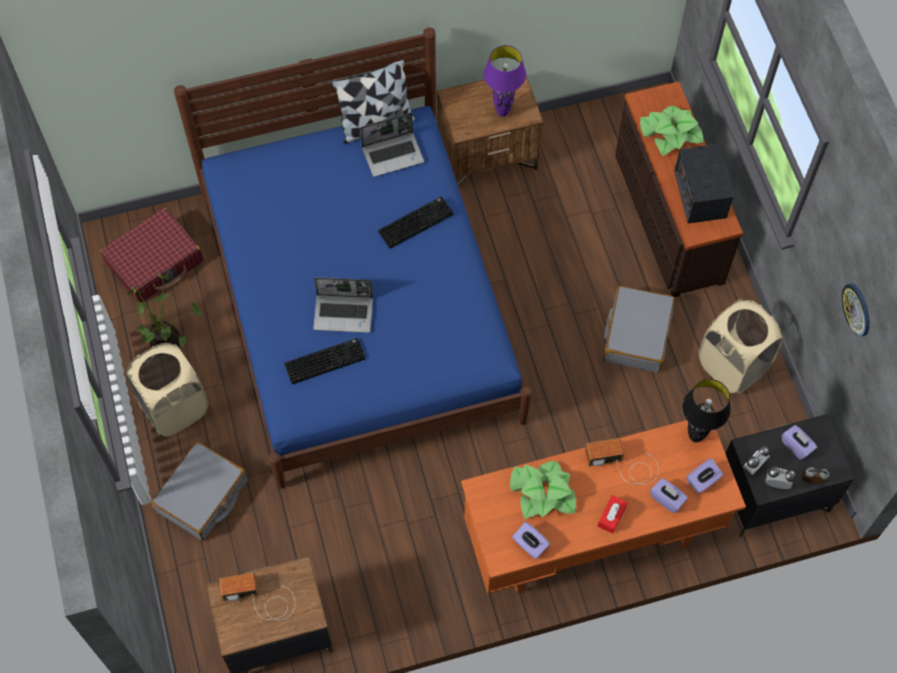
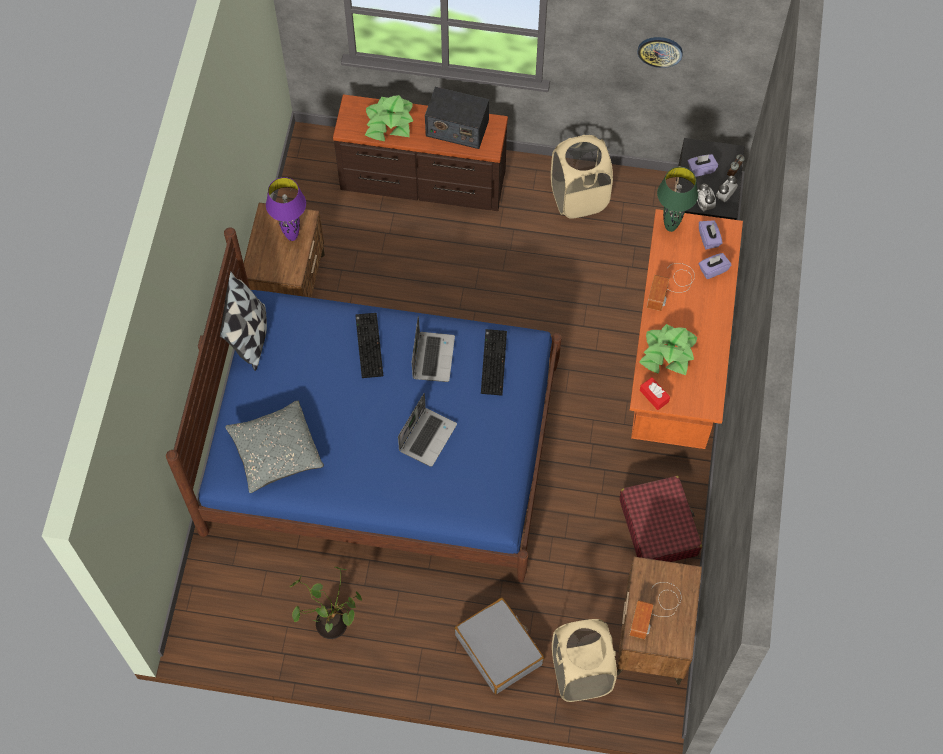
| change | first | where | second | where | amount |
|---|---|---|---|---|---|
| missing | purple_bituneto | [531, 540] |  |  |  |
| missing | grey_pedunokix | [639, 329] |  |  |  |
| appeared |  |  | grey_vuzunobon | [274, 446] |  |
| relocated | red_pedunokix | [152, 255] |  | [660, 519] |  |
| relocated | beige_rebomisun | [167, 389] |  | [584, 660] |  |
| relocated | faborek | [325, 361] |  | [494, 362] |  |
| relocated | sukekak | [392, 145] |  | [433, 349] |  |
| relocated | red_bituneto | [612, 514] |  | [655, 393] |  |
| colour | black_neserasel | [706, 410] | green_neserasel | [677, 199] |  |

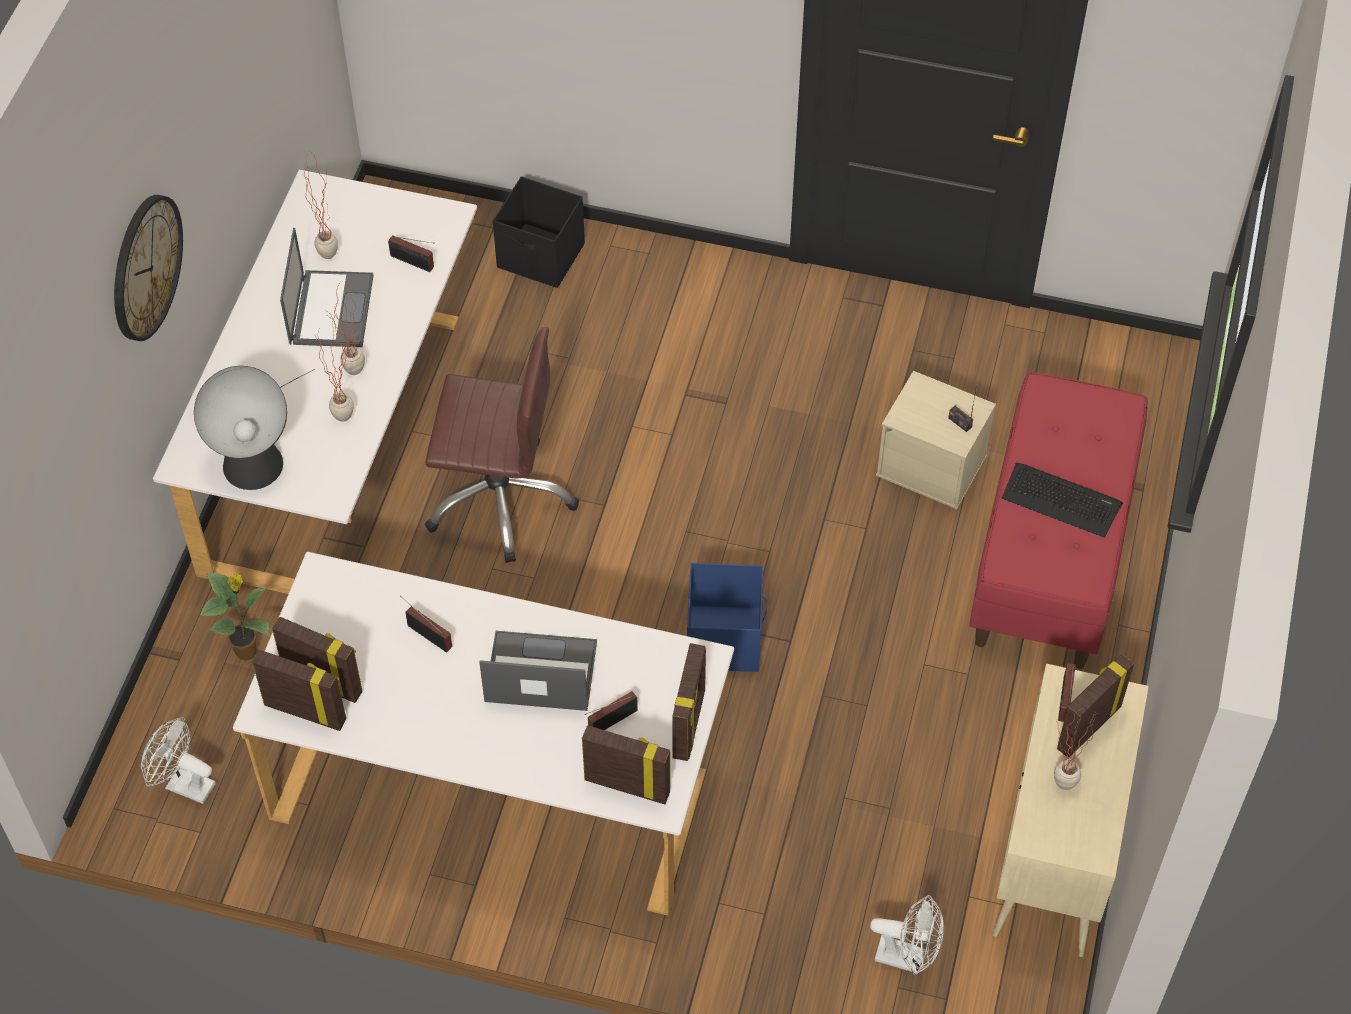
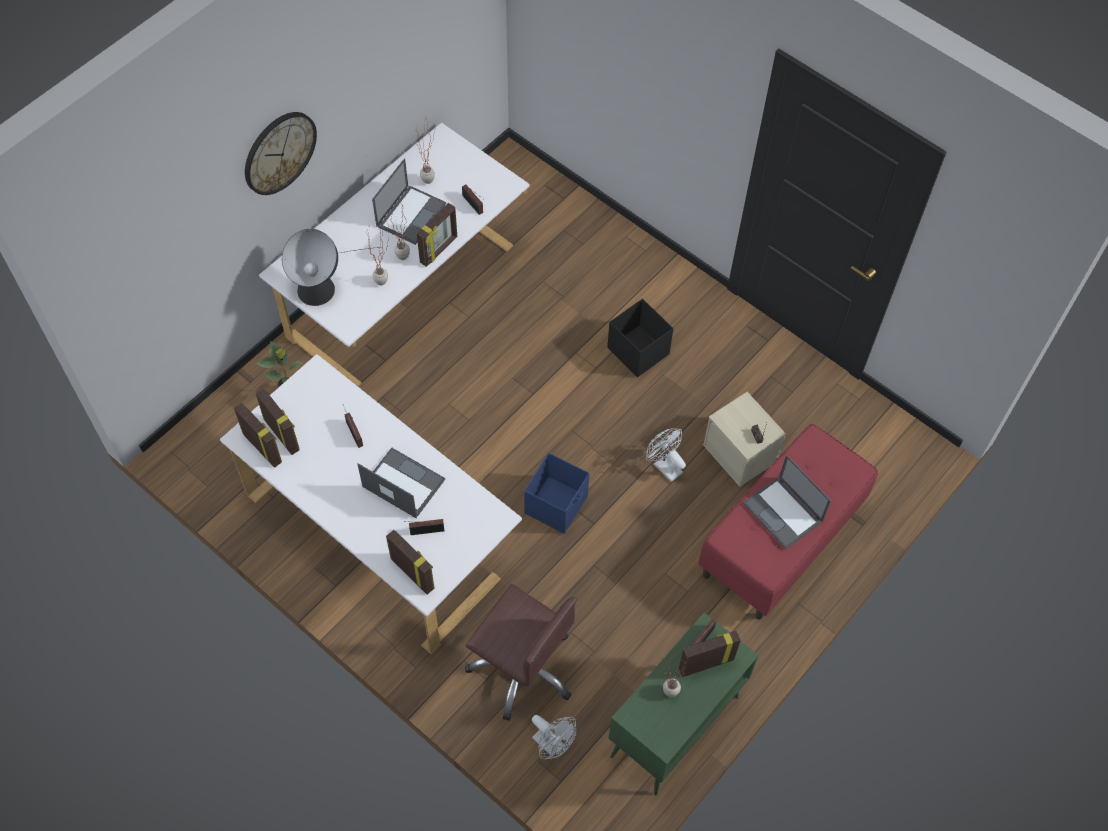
| change | first | where | second | where | amount |
|---|---|---|---|---|---|
| relocated | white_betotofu | [178, 760] |  | [666, 455] |  |
| relocated | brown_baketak | [502, 445] |  | [521, 652] |  |
| relocated | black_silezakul | [539, 232] |  | [640, 338] |  |
| relocated | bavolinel | [689, 702] |  | [437, 235] |  |
| exchanged | faborek | [1062, 500] | sukekak | [787, 502] |  |
| colour | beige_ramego | [1070, 810] | green_ramego | [684, 704] |  |

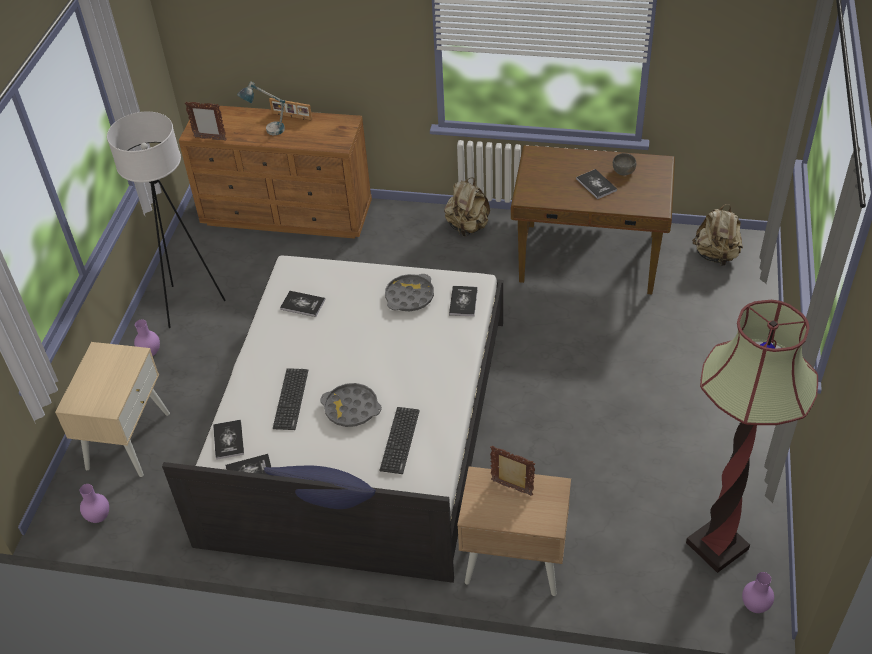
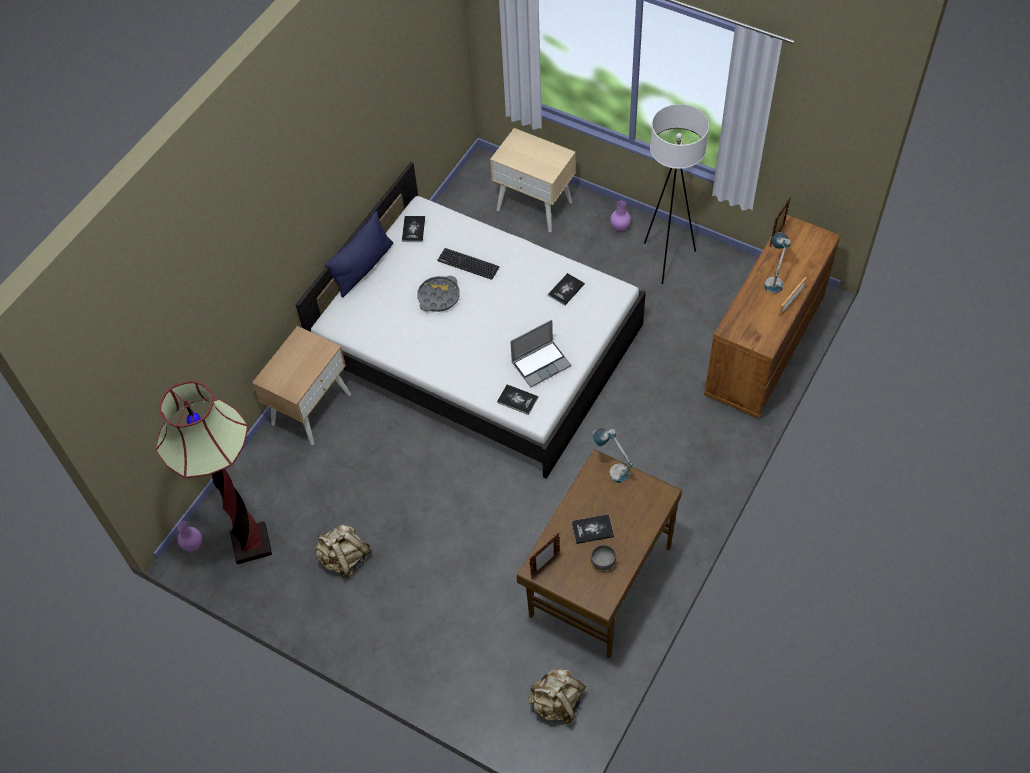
| change | first | where | second | where | amount |
|---|---|---|---|---|---|
| missing | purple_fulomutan | [94, 503] |  |  |  |
| missing | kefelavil | [228, 440] |  |  |  |
| missing | faborek | [400, 440] |  |  |  |
| appeared |  |  | neserasel | [613, 455] |  |
| relocated | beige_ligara | [467, 207] |  | [343, 551] |  |
| relocated | bavolinel | [512, 470] |  | [544, 556] |  |
| exchanged | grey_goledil | [409, 292] | sukekak | [540, 354] |  |

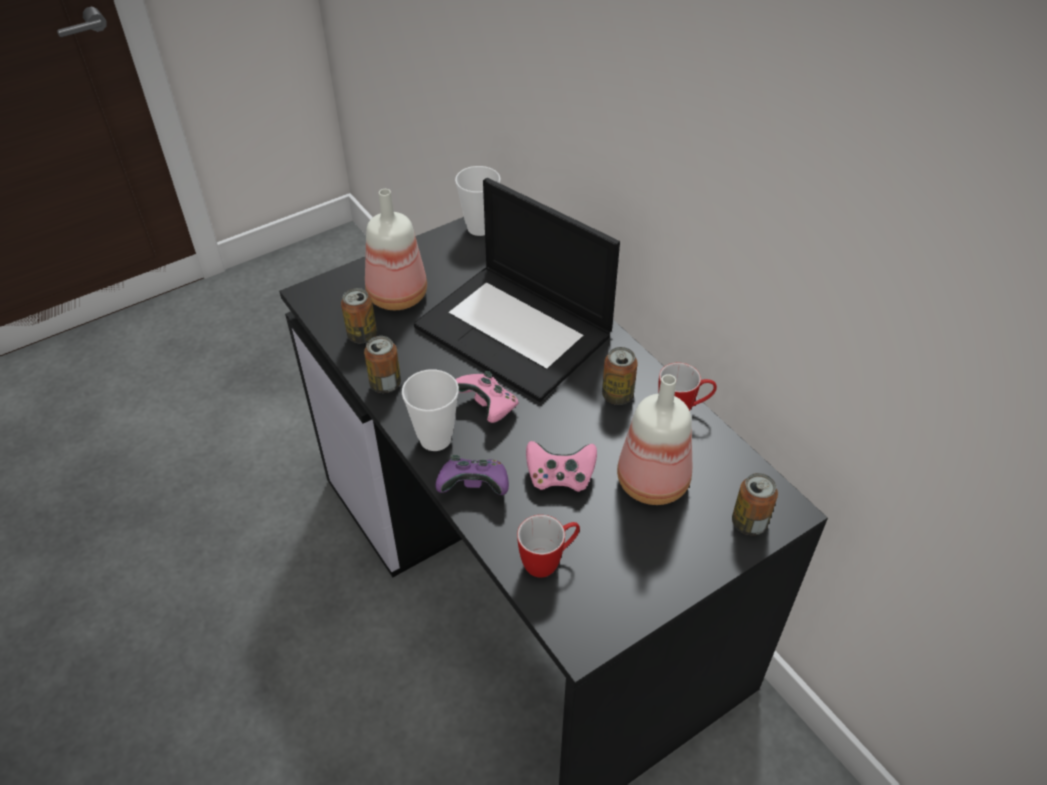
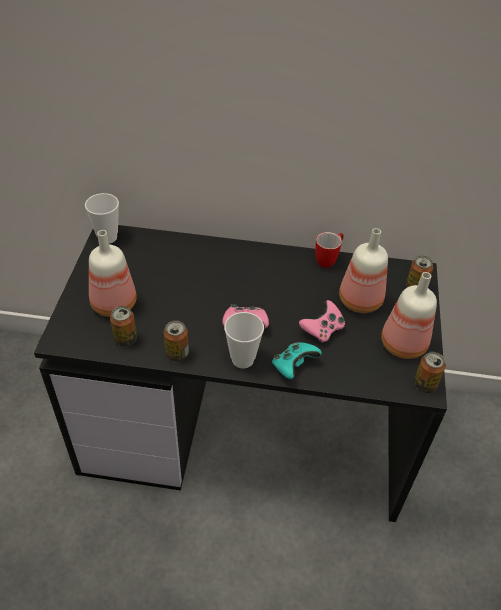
| change | first | where | second | where | amount |
|---|---|---|---|---|---|
| missing | sukekak | [517, 290] |  |  |  |
| missing | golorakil | [548, 546] |  |  |  |
| appeared |  |  | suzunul | [409, 315] |  |
| relocated | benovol | [620, 376] |  | [430, 372] |  |
| colour | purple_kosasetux | [472, 475] | turquoise_kosasetux | [297, 360] |  |

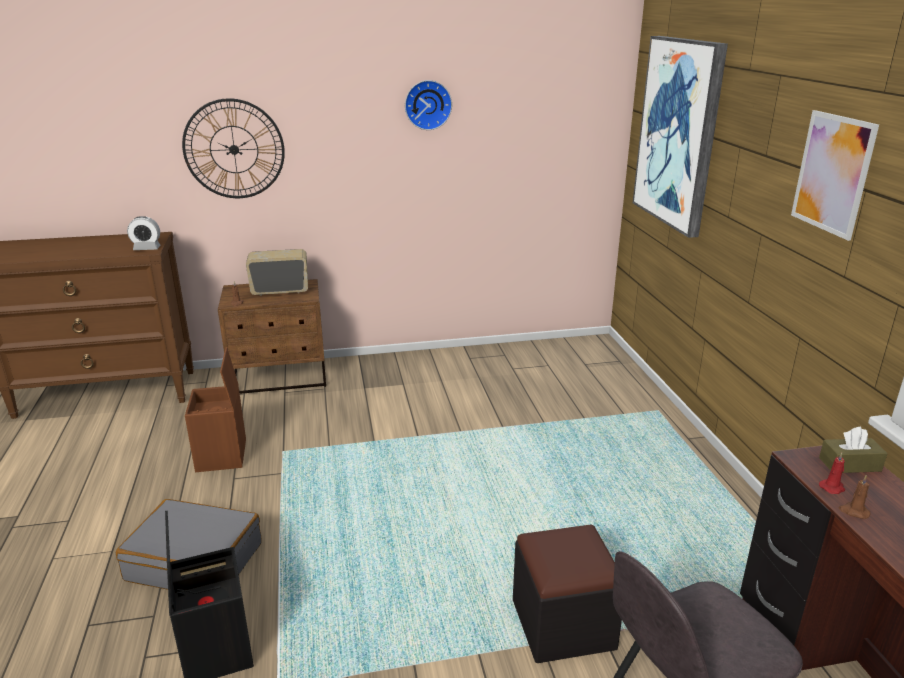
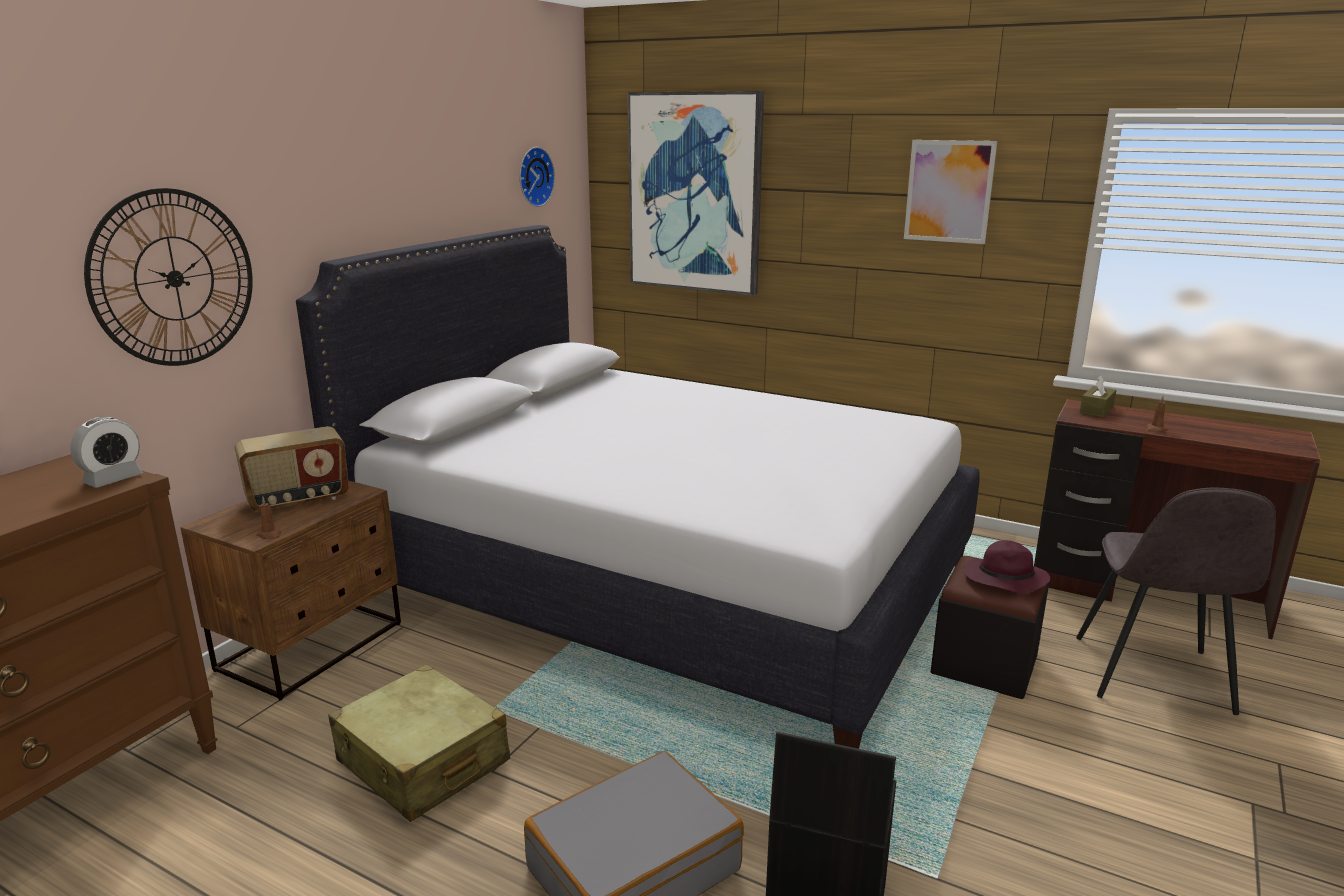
| change | first | where | second | where | amount |
|---|---|---|---|---|---|
| missing | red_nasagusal | [832, 473] |  |  |  |
| appeared |  |  | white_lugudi | [638, 487] |  |
| appeared |  |  | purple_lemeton | [1006, 567] |  |
| relocated | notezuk | [428, 105] |  | [537, 177] |  |
| exchanged | brown_silezakul | [215, 409] | beige_pedunokix | [419, 743] |  |
| spun | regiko | [277, 272] |  | [292, 468] | 150 degrees counterclockwise |

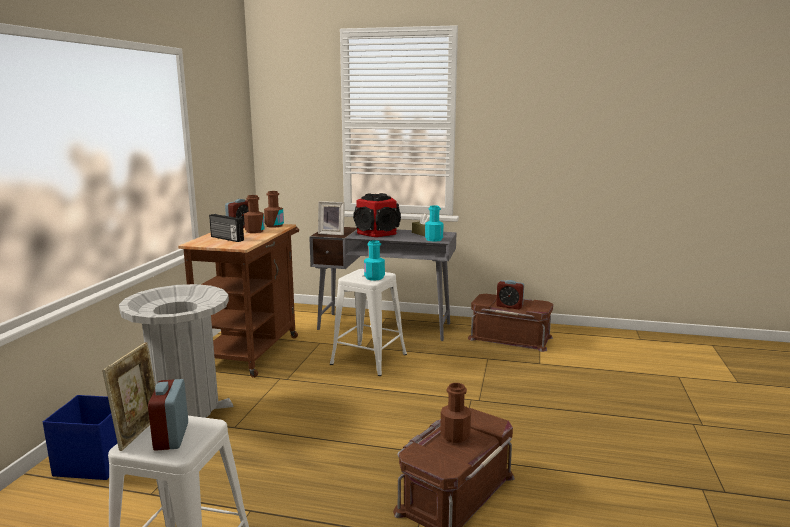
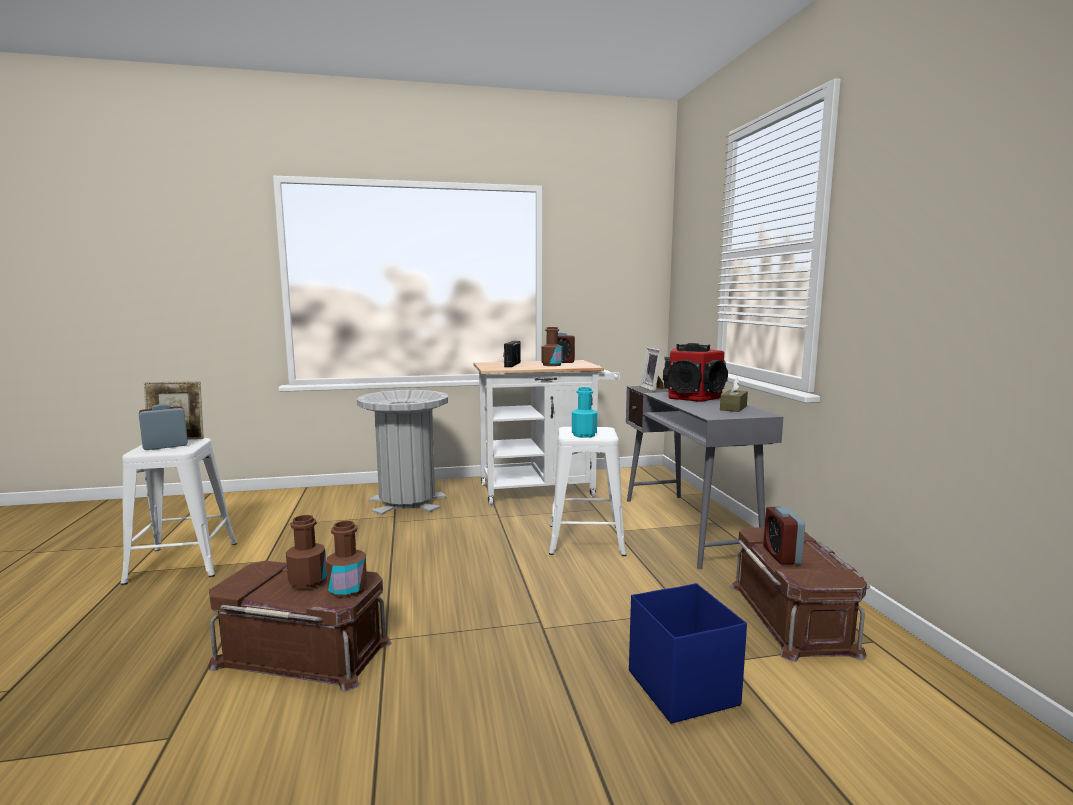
| change | first | where | second | where | amount |
|---|---|---|---|---|---|
| missing | turquoise_suzunul | [434, 223] |  |  |  |
| relocated | blue_silezakul | [80, 437] |  | [688, 653] |  |
| relocated | brown_suzunul | [274, 209] |  | [346, 559] |  |
| colour | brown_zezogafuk | [238, 300] | white_zezogafuk | [547, 432] |  |

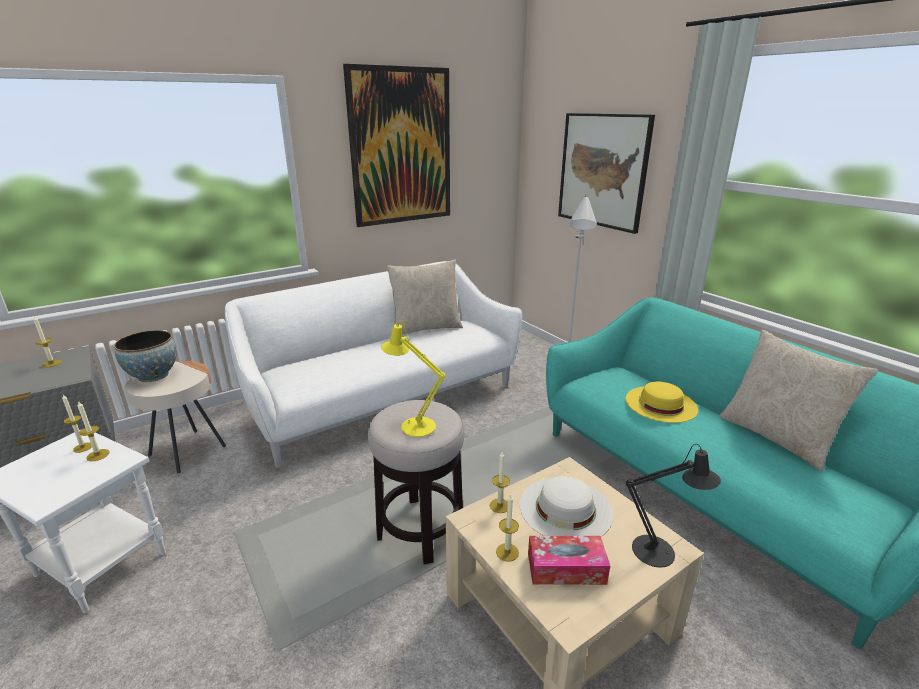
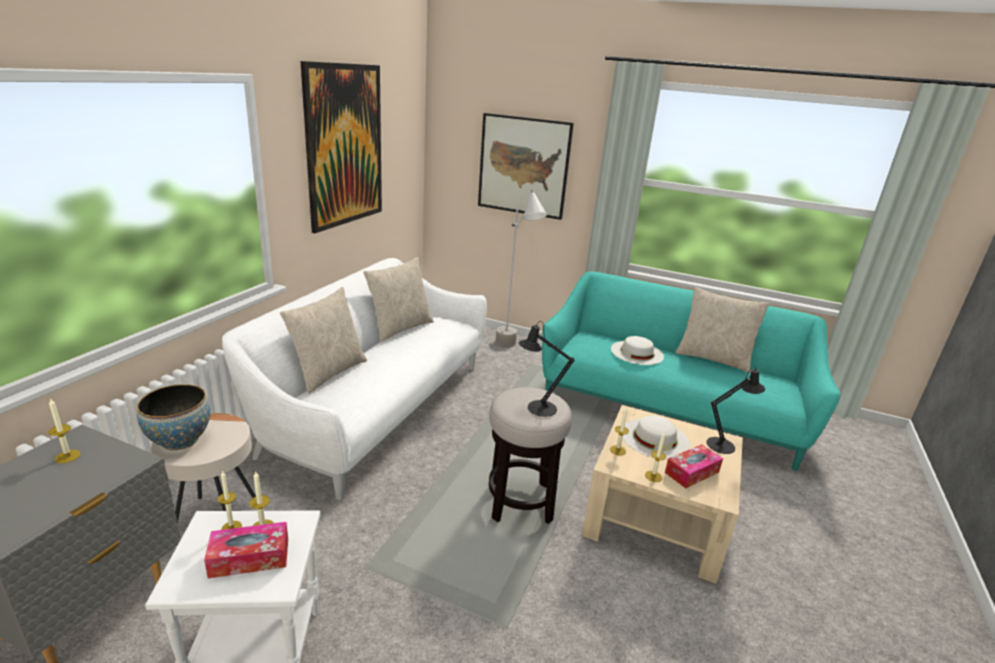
| change | first | where | second | where | amount |
|---|---|---|---|---|---|
| appeared |  |  | bituneto | [246, 550] |  |
| appeared |  |  | beige_vuzunobon | [323, 340] |  |
| colour | yellow_neserasel | [413, 378] | black_neserasel | [547, 369] |  |
| colour | yellow_lemeton | [661, 402] | white_lemeton | [637, 350] |  |

